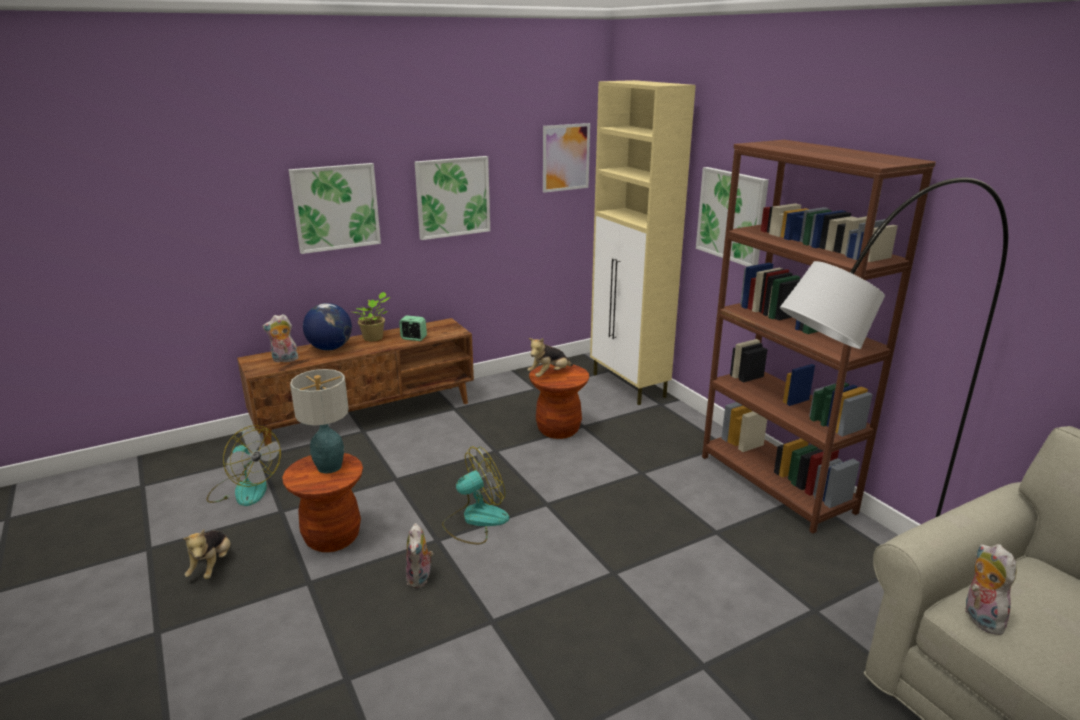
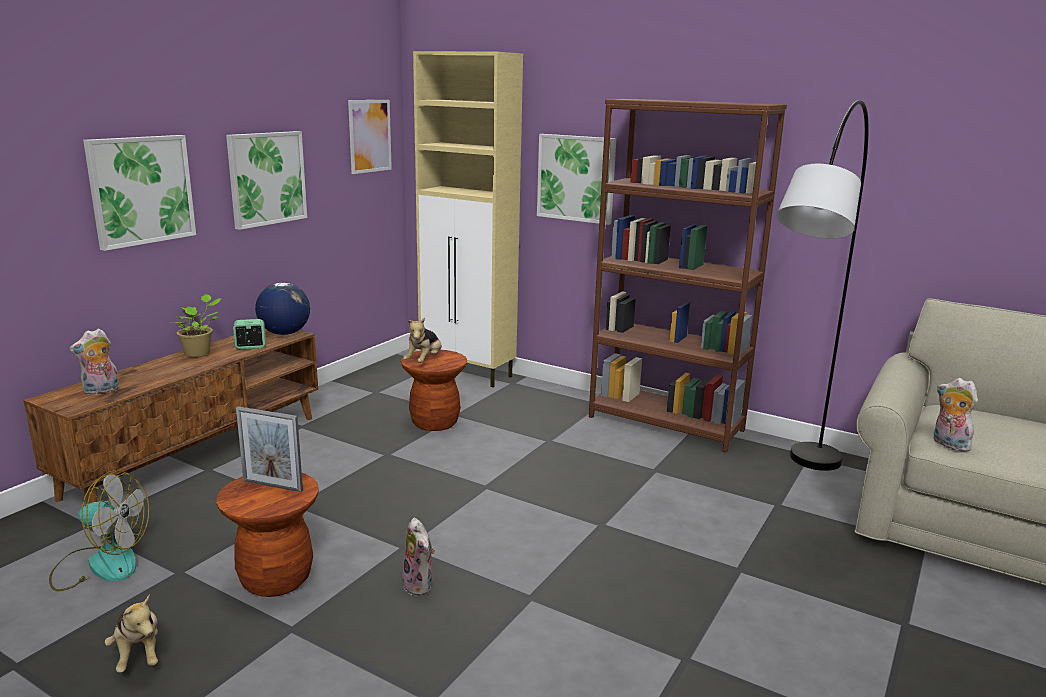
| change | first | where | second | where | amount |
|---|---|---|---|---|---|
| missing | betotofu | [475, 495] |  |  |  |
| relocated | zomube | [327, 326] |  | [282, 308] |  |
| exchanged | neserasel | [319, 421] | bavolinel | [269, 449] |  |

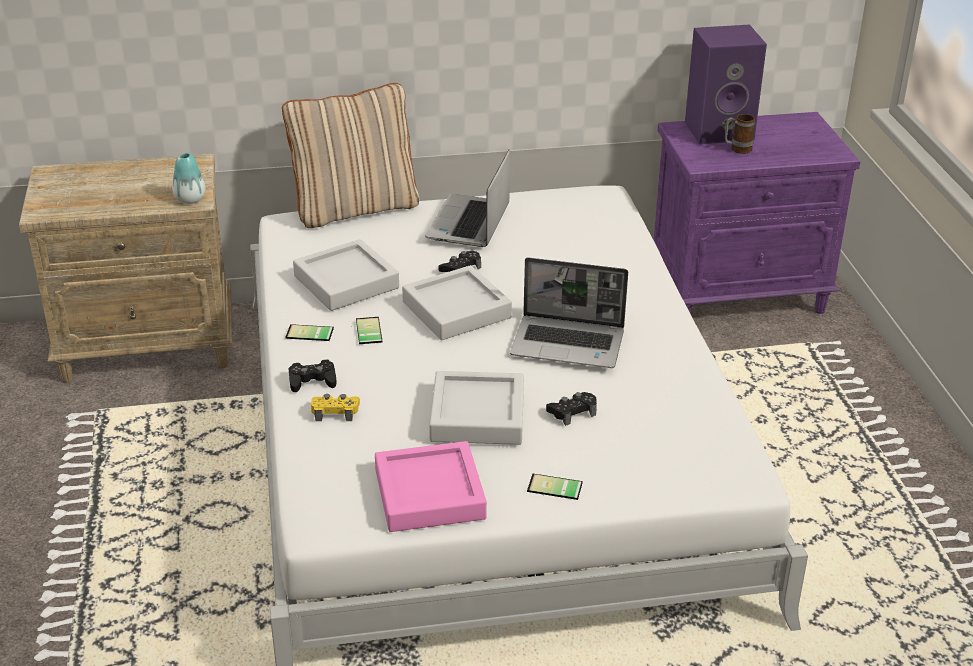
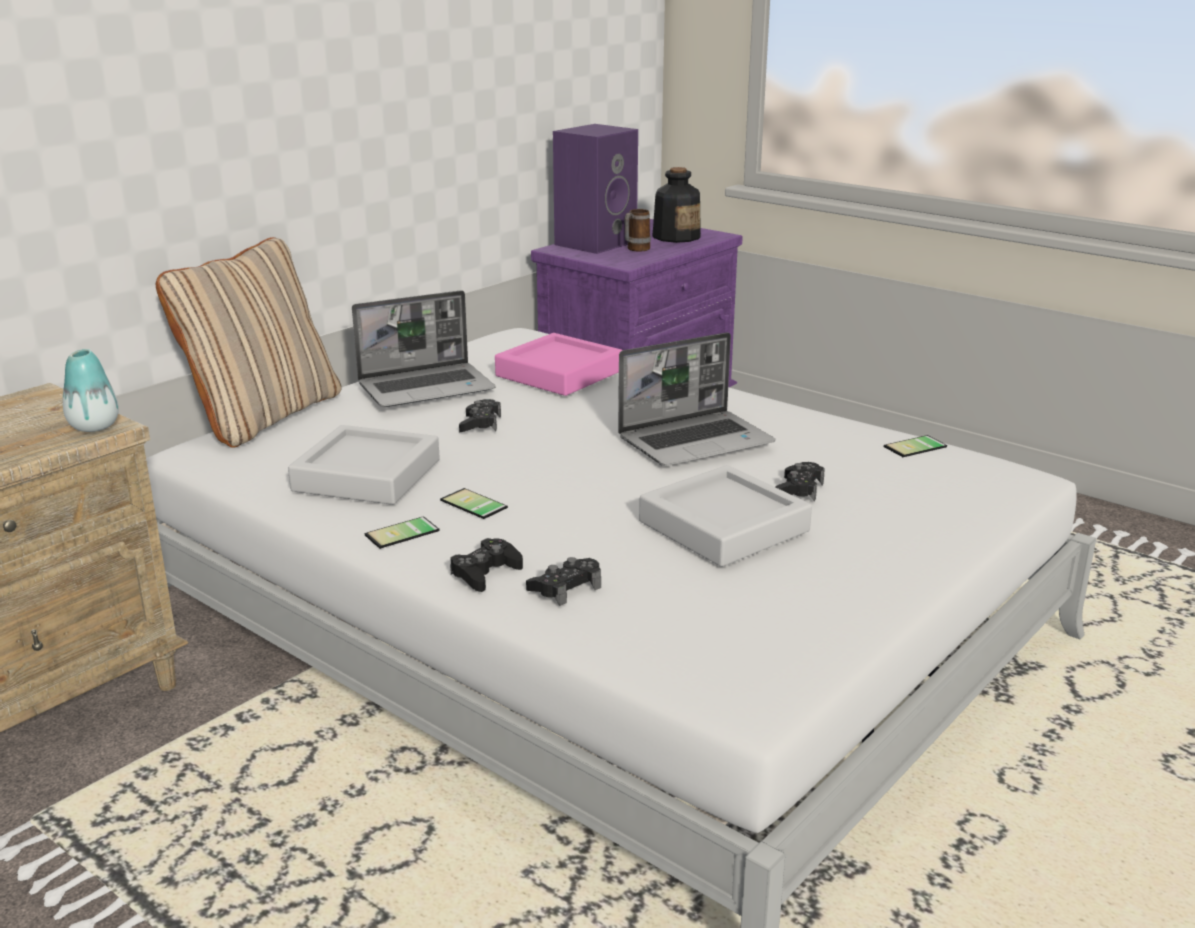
| change | first | where | second | where | amount |
|---|---|---|---|---|---|
| missing | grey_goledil | [457, 302] |  |  |  |
| appeared |  |  | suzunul | [677, 205] |  |
| relocated | pink_goledil | [431, 486] |  | [559, 364] |  |
| relocated | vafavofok | [555, 487] |  | [915, 446] |  |
| colour | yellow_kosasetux | [335, 407] | black_kosasetux | [563, 581] |  |
| spun | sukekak | [467, 198] |  | [423, 348] | 90 degrees counterclockwise |

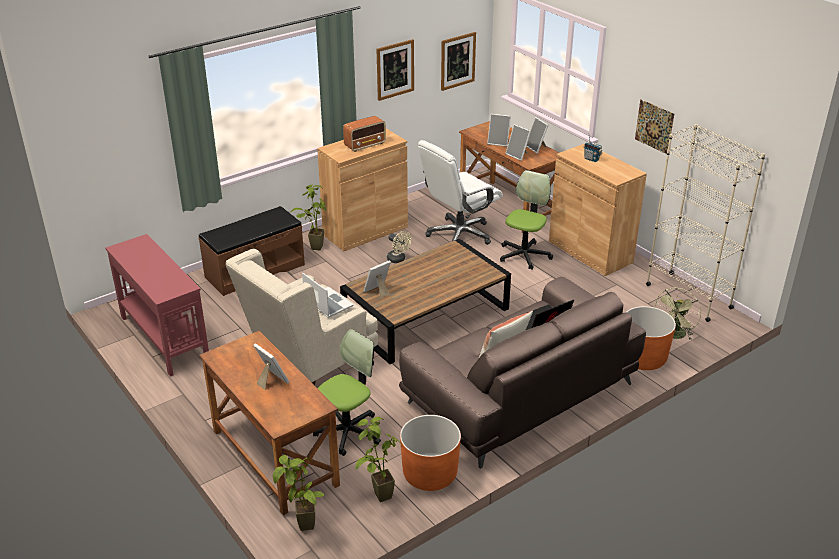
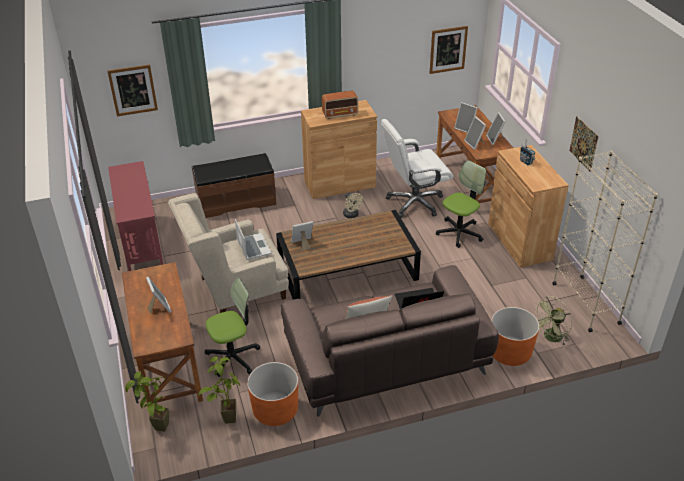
| change | first | where | second | where | amount |
|---|---|---|---|---|---|
| missing | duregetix | [309, 218] |  |  |  |
| relocated | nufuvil | [395, 70] |  | [132, 90] |  |

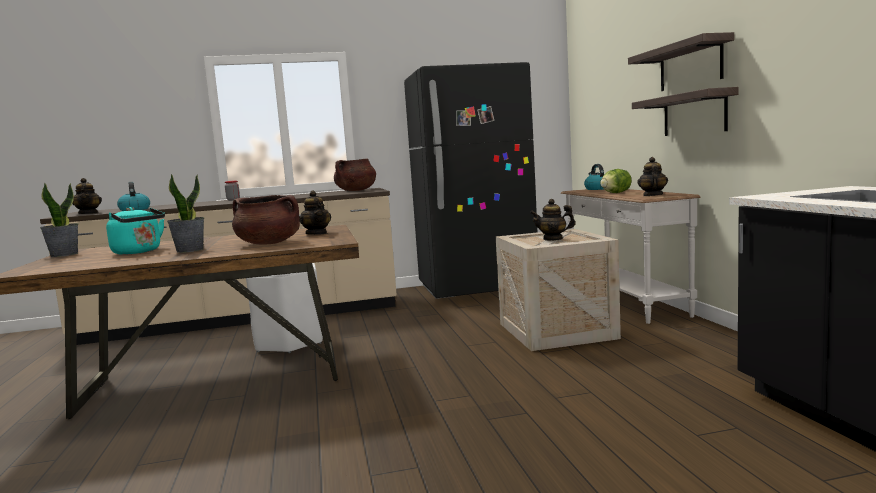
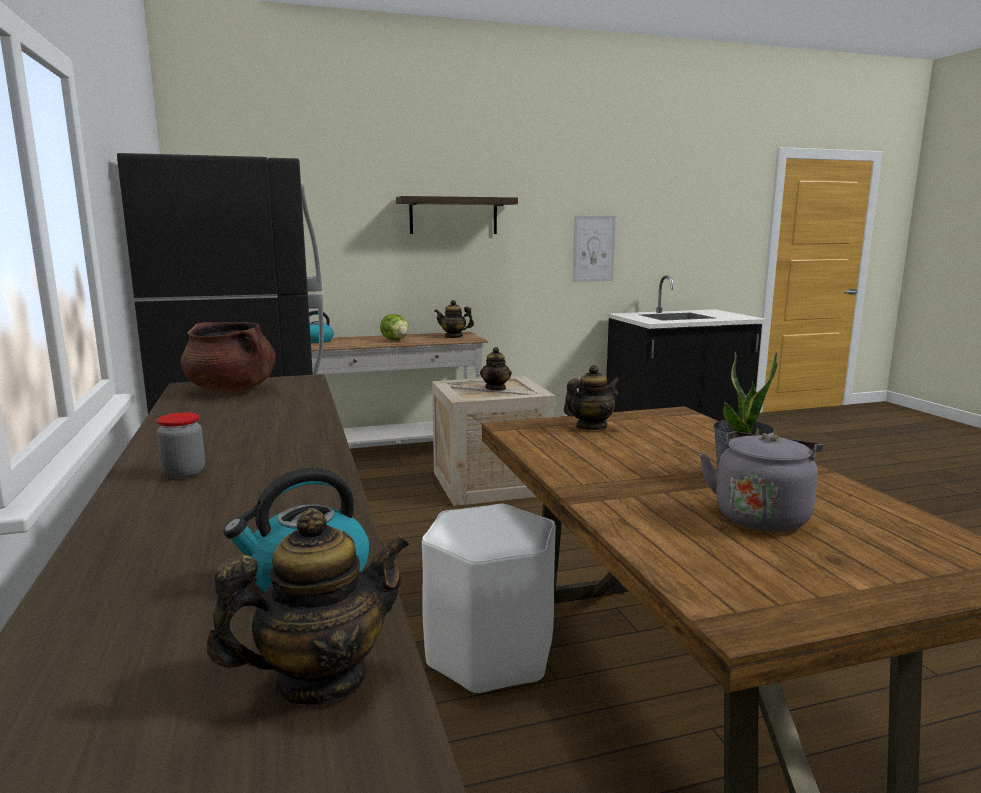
| change | first | where | second | where | amount |
|---|---|---|---|---|---|
| missing | duregetix | [59, 219] |  |  |  |
| missing | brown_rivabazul | [266, 220] |  |  |  |
| missing | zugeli | [685, 111] |  |  |  |
| appeared |  |  | nufuvil | [594, 249] |  |
| colour | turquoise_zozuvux | [135, 231] | grey_zozuvux | [761, 481] |  |

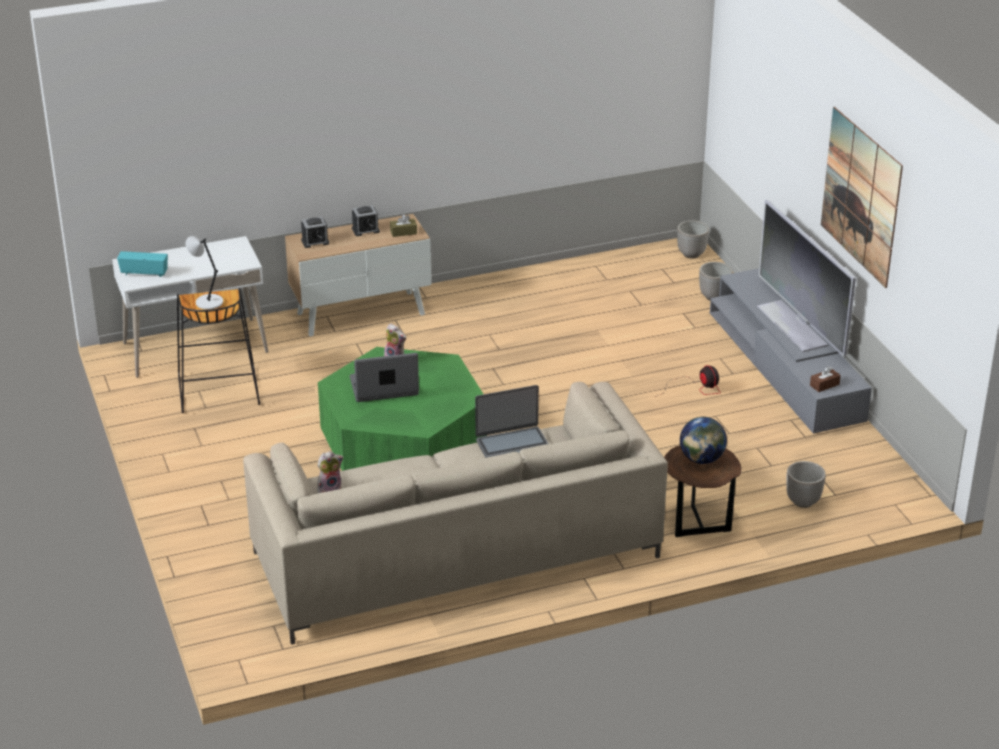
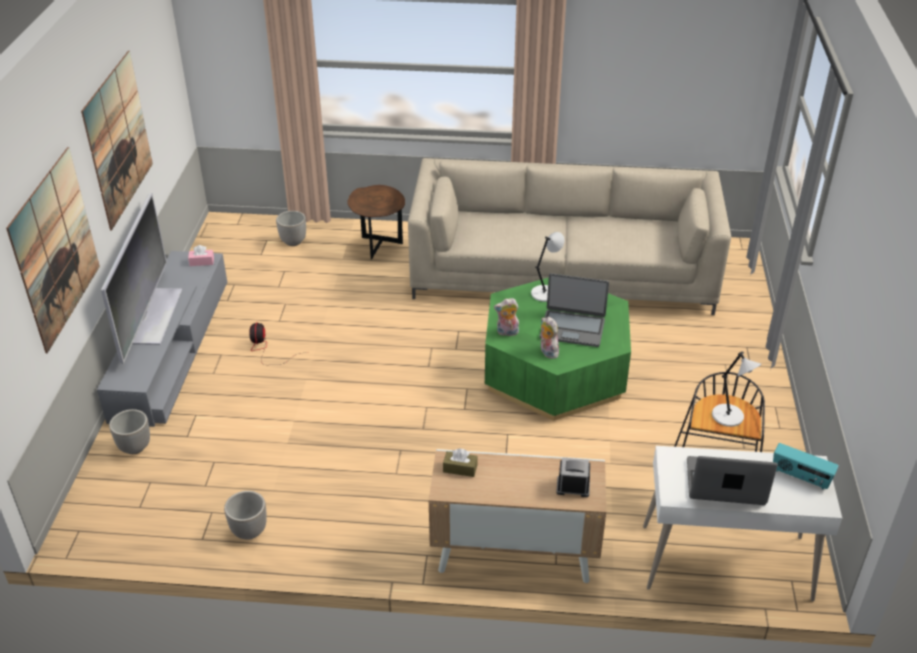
| change | first | where | second | where | amount |
|---|---|---|---|---|---|
| missing | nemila | [366, 220] |  |  |  |
| missing | zomube | [703, 440] |  |  |  |
| appeared |  |  | nufuvil | [53, 250] |  |
| appeared |  |  | grey_neserasel | [548, 267] |  |
| relocated | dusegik | [330, 472] |  | [506, 317] |  |
| relocated | sukekak | [511, 421] |  | [732, 480] |  |
| relocated | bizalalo | [693, 239] |  | [245, 515] |  |
| colour | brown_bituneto | [825, 379] | pink_bituneto | [201, 255] |  |

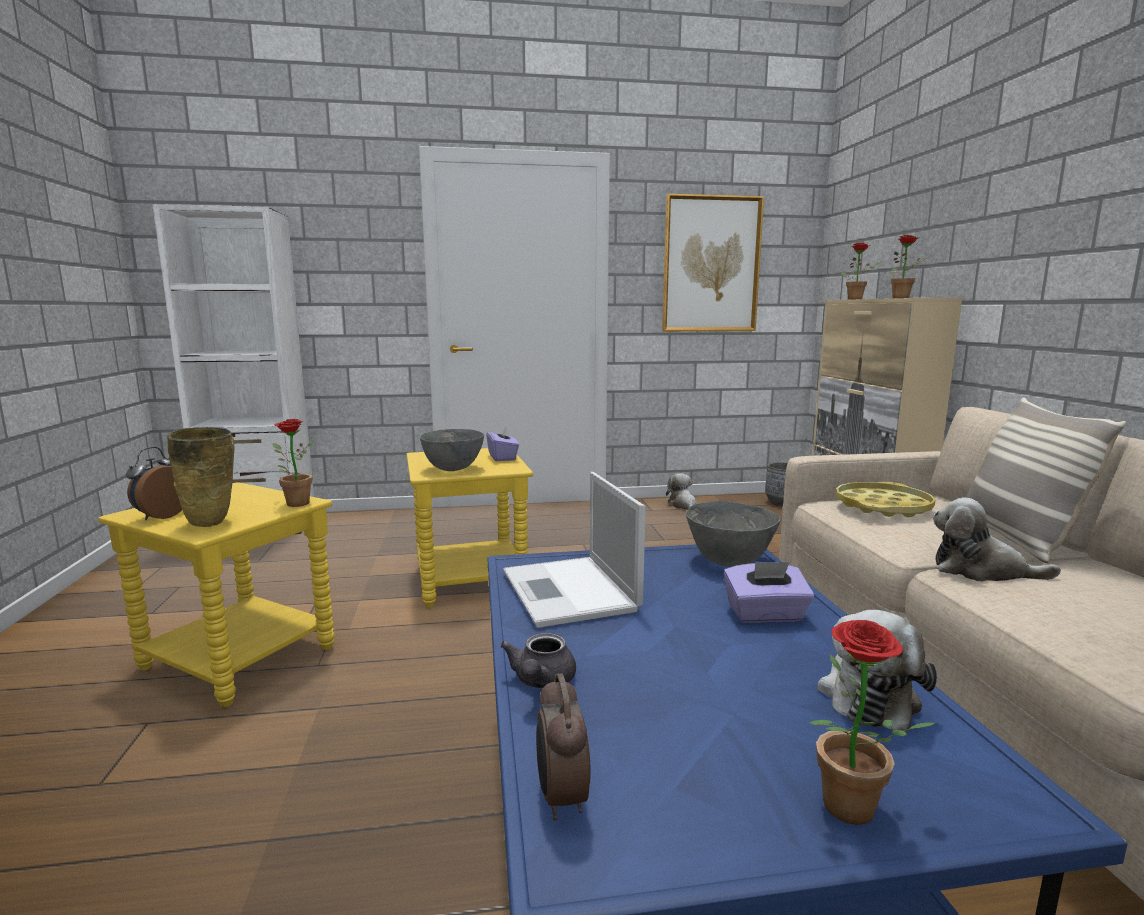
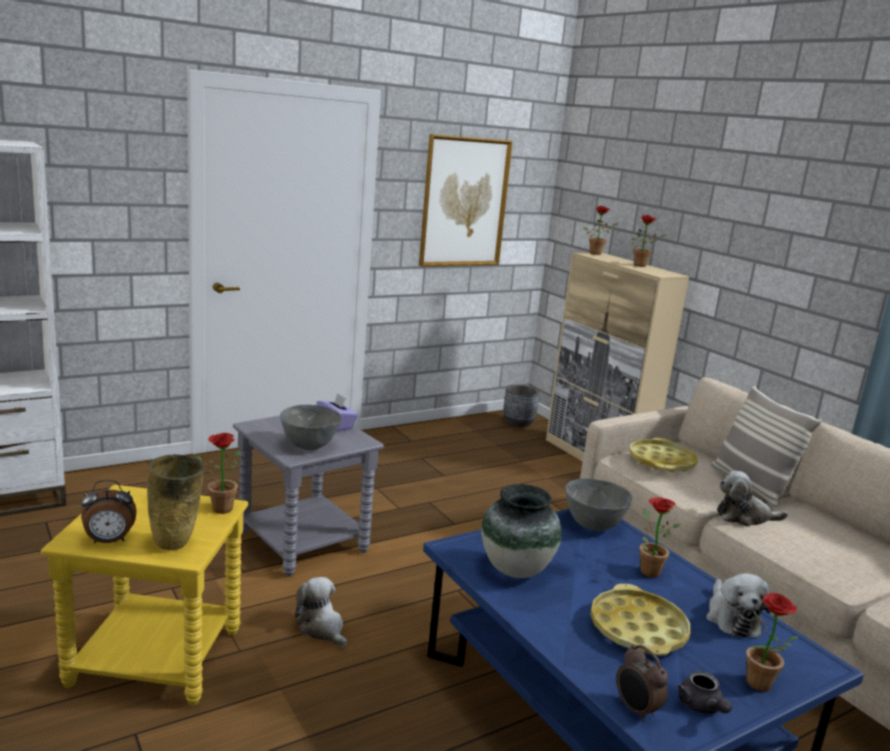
| change | first | where | second | where | amount |
|---|---|---|---|---|---|
| appeared |  |  | yellow_goledil | [640, 620] |  |
| relocated | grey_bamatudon | [538, 660] |  | [705, 692] |  |
| relocated | dusegik | [681, 491] |  | [321, 612] |  |
| exchanged | sukekak | [574, 550] | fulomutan | [521, 531] |  |
| exchanged | purple_bituneto | [769, 592] | duregetix | [659, 537] |  |
| colour | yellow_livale | [470, 527] | grey_livale | [308, 496] |  |
| spun | nemila | [154, 483] |  | [109, 512] | 105 degrees counterclockwise |

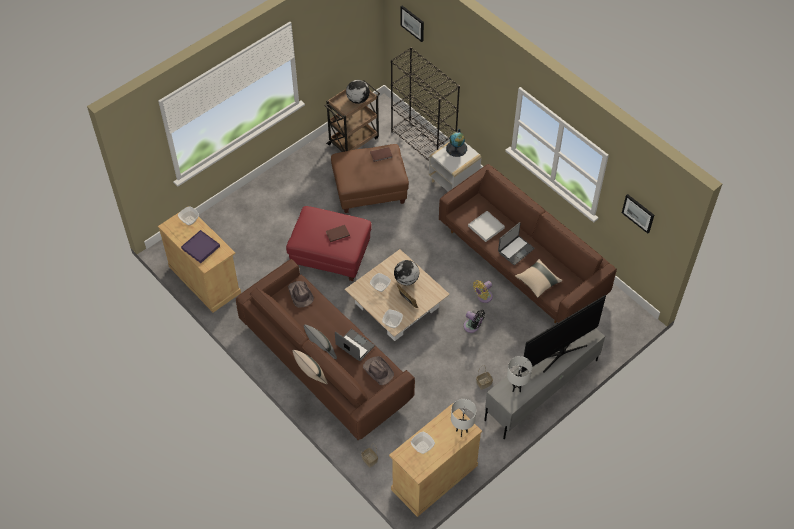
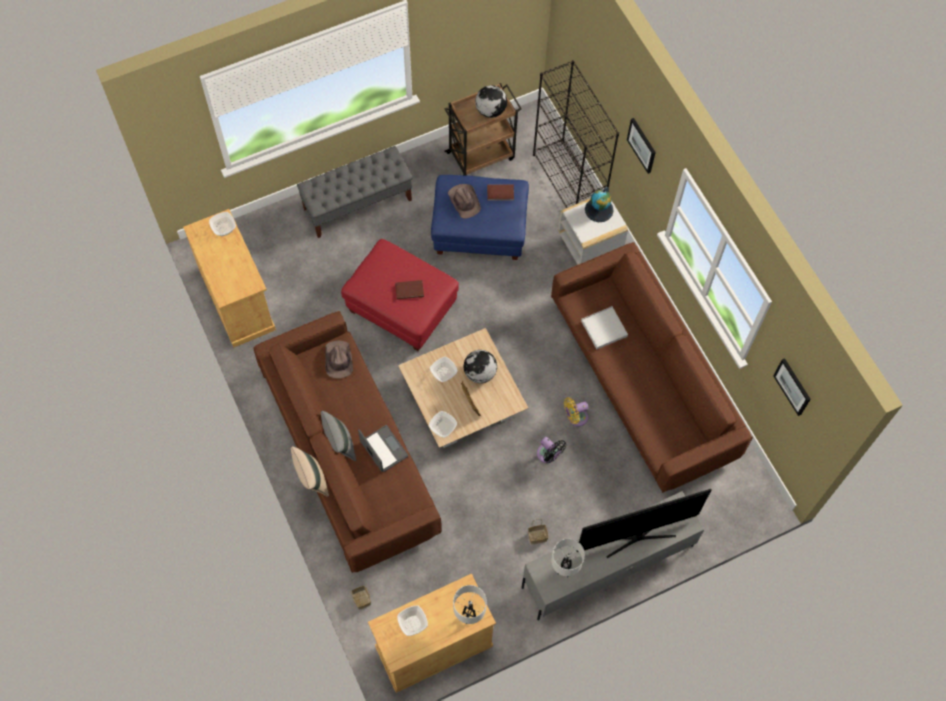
| change | first | where | second | where | amount |
|---|---|---|---|---|---|
| missing | purple_goledil | [200, 246] |  |  |  |
| missing | sukekak | [516, 243] |  |  |  |
| missing | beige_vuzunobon | [539, 278] |  |  |  |
| appeared |  |  | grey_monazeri | [355, 192] |  |
| relocated | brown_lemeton | [378, 370] |  | [464, 201] |  |
| relocated | nufuvil | [412, 23] |  | [641, 146] |  |
| colour | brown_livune | [370, 178] | blue_livune | [480, 217] |  |

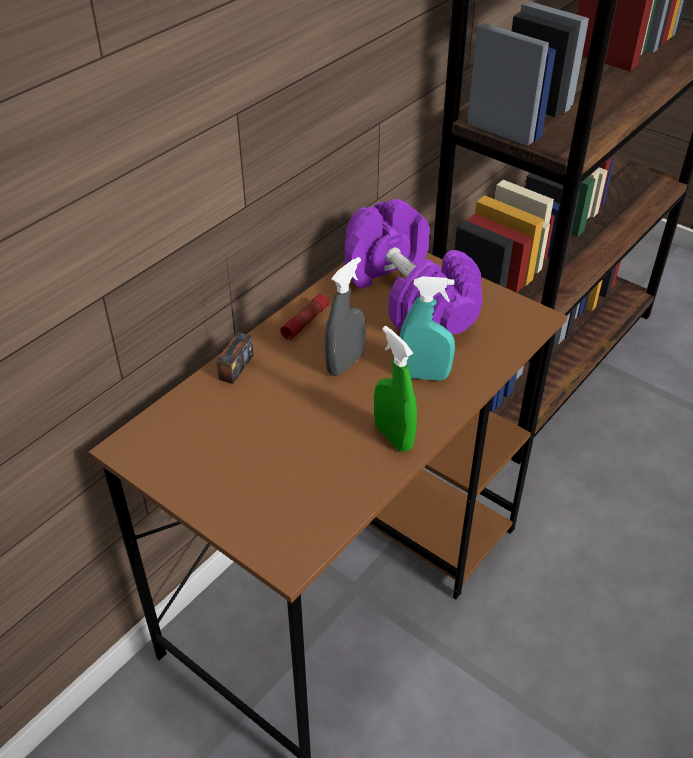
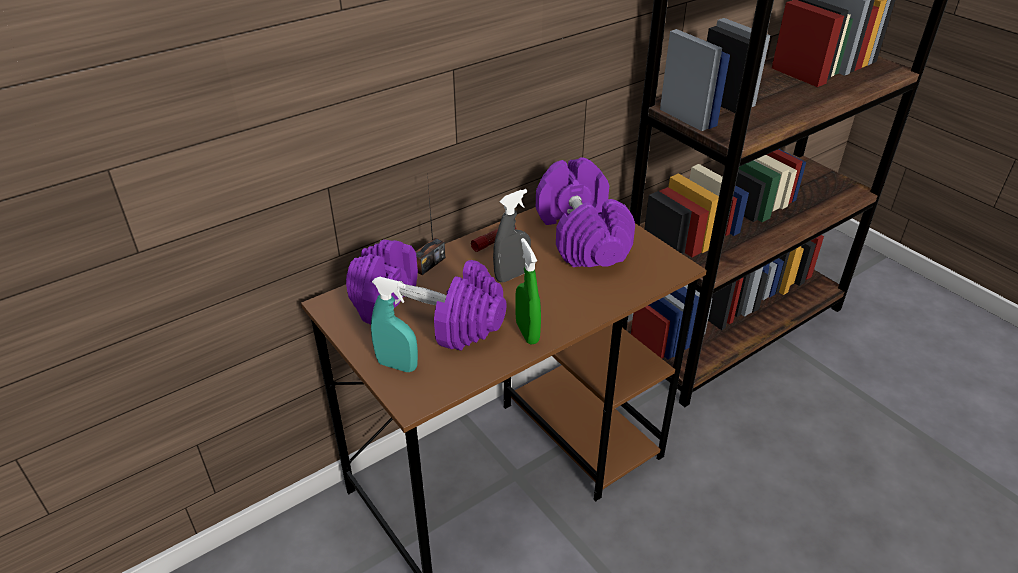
| change | first | where | second | where | amount |
|---|---|---|---|---|---|
| appeared |  |  | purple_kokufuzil | [426, 295] |  |
| relocated | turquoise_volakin | [427, 328] |  | [394, 324] |  |

